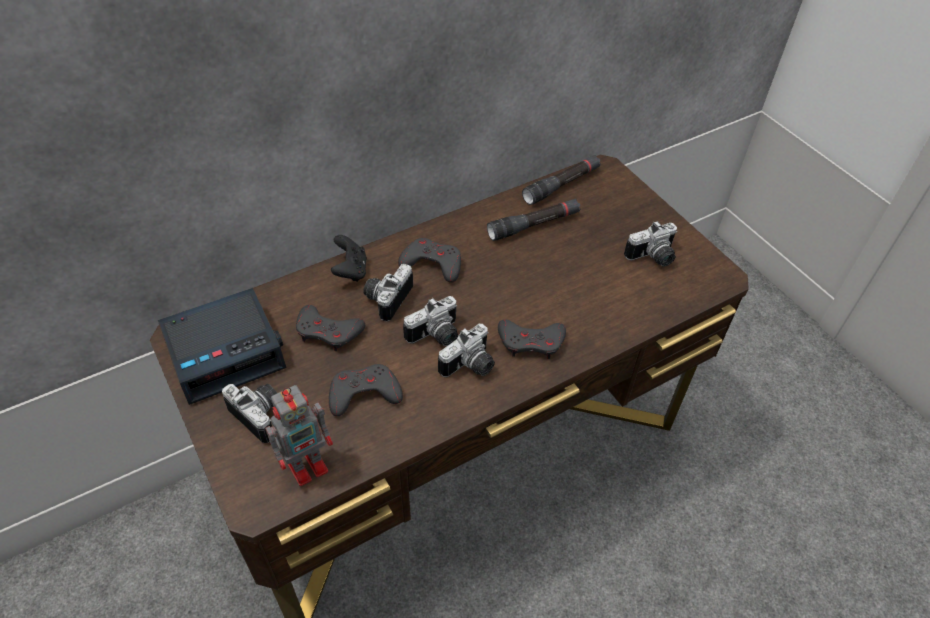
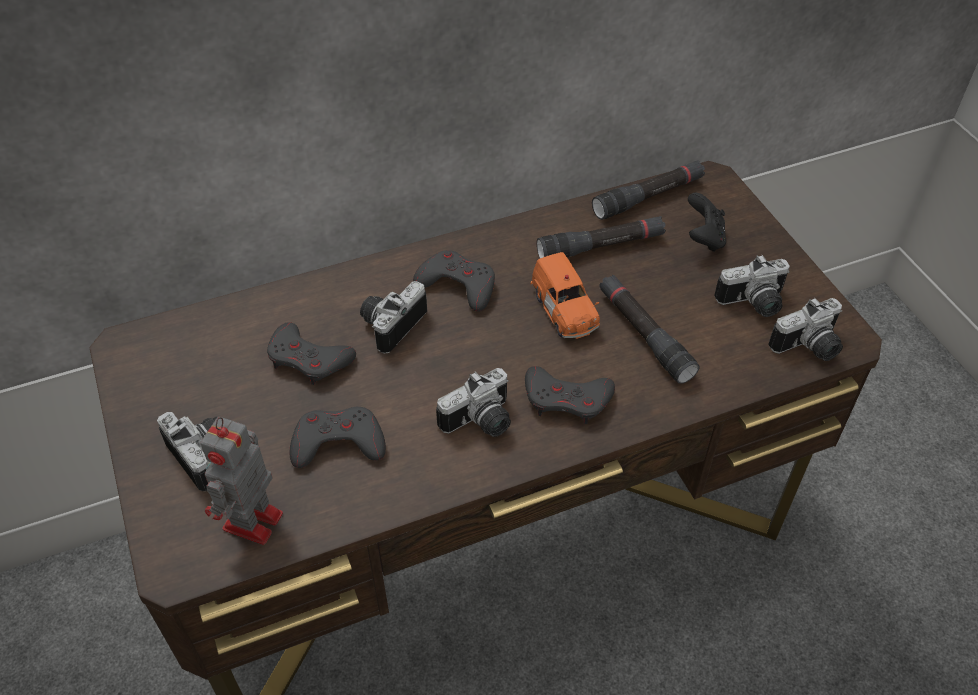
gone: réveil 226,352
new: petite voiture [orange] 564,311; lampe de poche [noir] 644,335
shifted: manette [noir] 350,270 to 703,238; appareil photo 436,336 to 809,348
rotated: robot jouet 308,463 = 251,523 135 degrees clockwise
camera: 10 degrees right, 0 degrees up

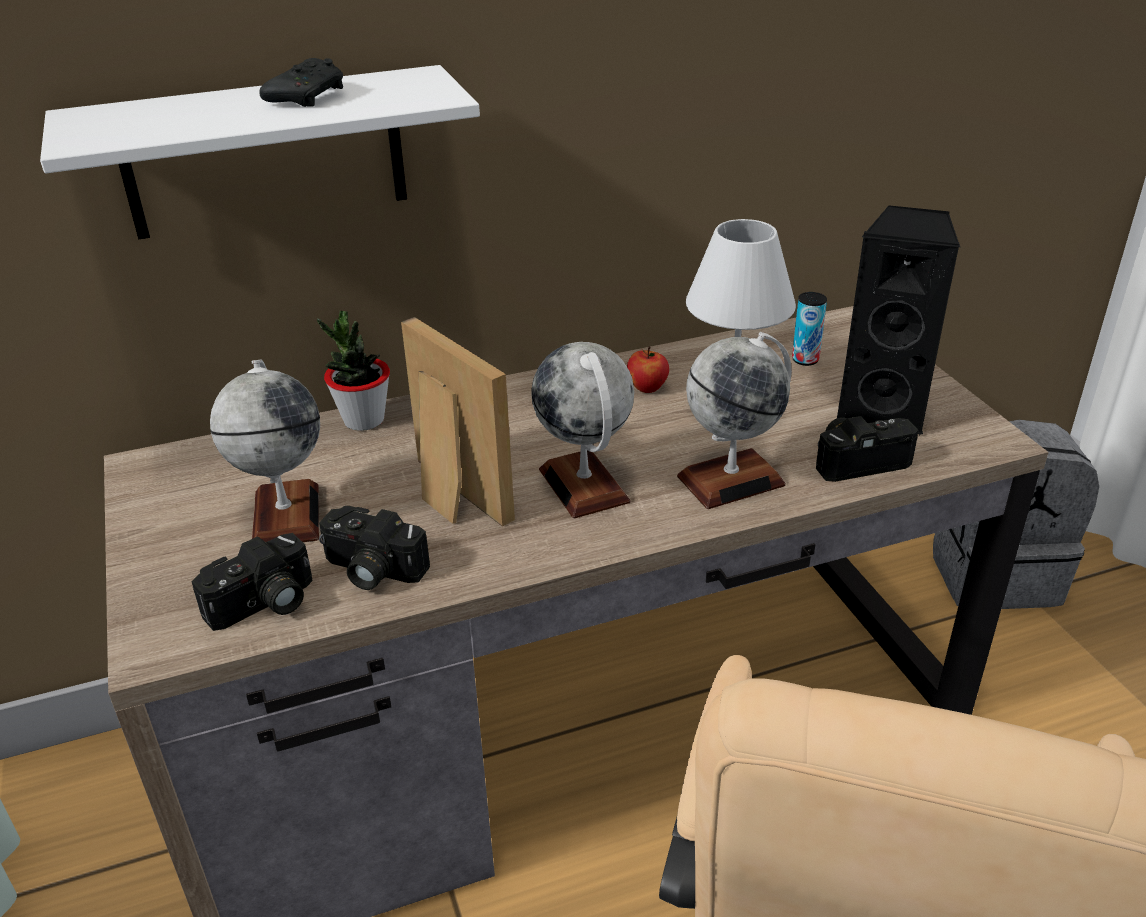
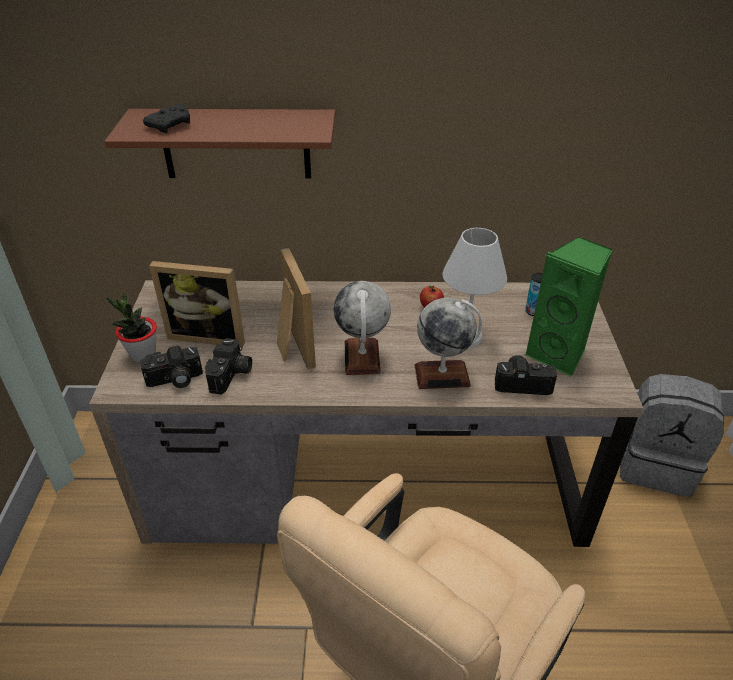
shifted: manette [noir] 308,97 to 171,125; plante en pot 363,420 to 143,354
swapped: globe 286,515 to cadre photo 209,334
repainted: étagère [blanc] 265,153 to étagère [marron] 236,144; enceinte [noir] 883,410 to enceinte [vert] 559,355
rotated: appareil photo 370,570 = 232,375 120 degrees counterclockwise
camera: 20 degrees right, 5 degrees up

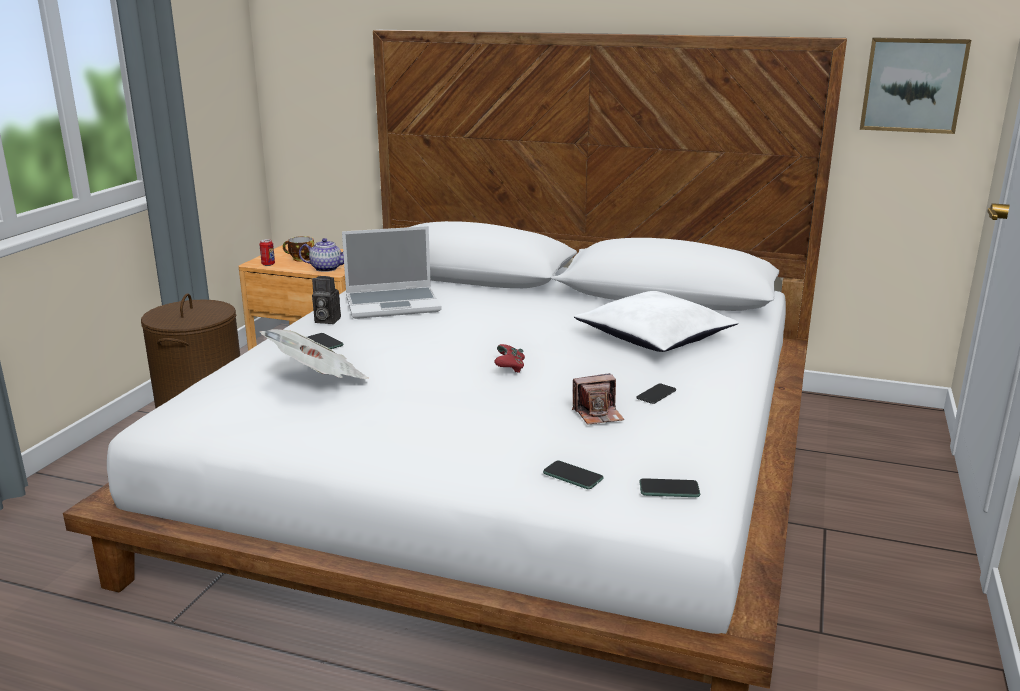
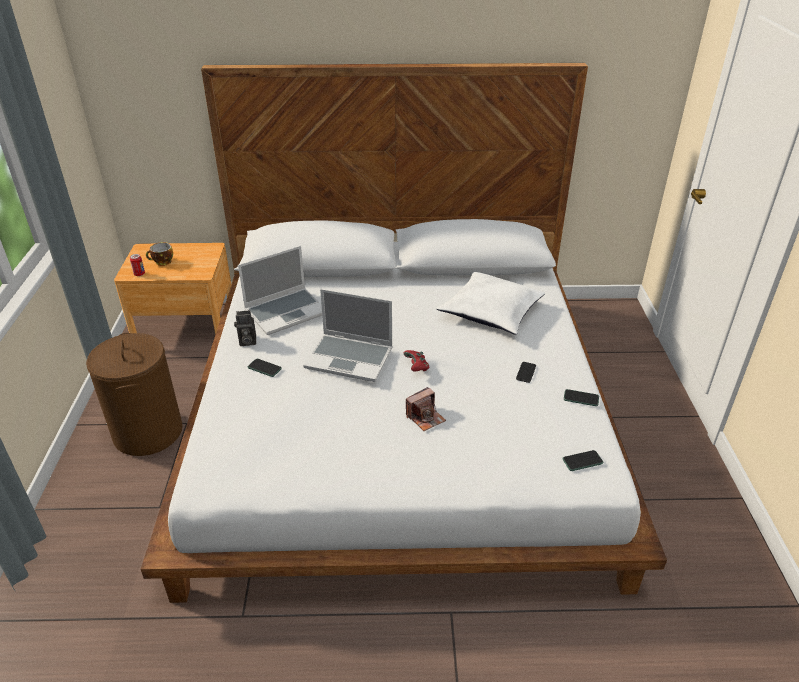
gone: journal 318,379; théière 327,268; tableau 913,85
new: ordinateur portable 350,358
shifted: téléphone 573,476 to 581,398; appareil photo 598,414 to 425,417
camera: 20 degrees left, 15 degrees up

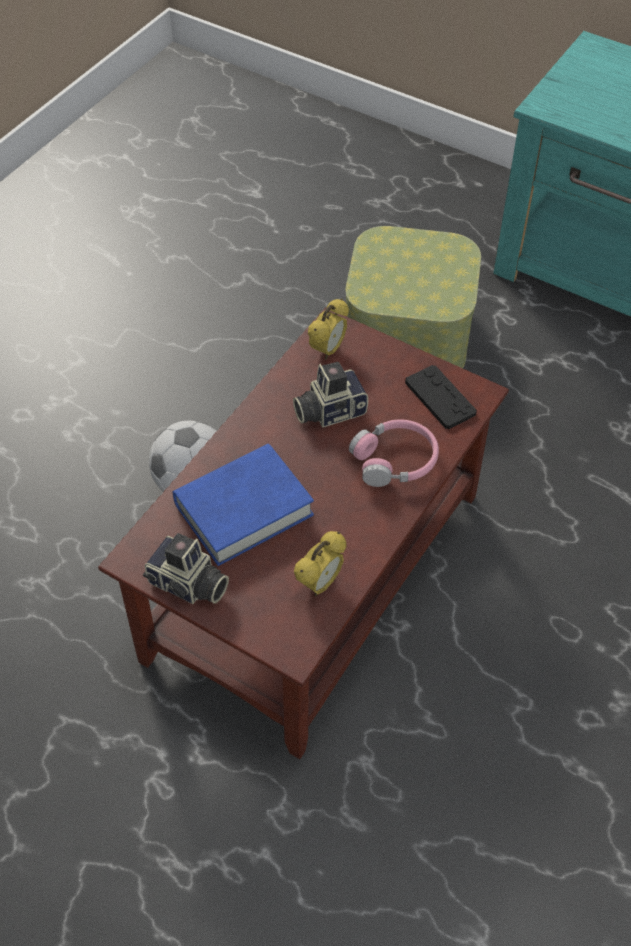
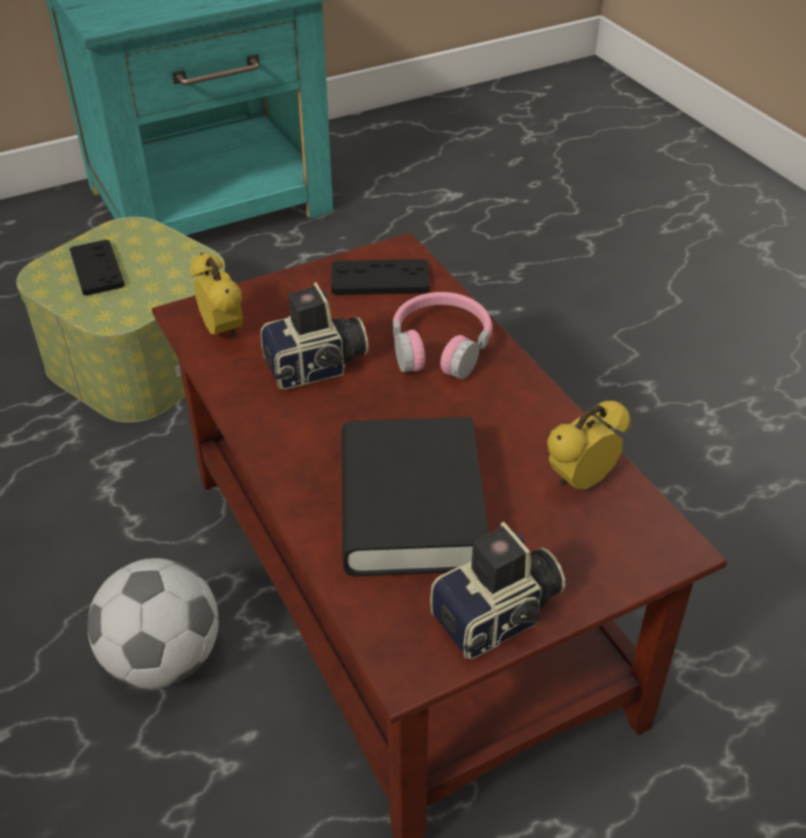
new: manette [noir] 97,269
repainted: livre [bleu] 243,509 to livre [noir] 411,507
rotated: appareil photo 329,410 = 317,368 120 degrees counterclockwise; réveil 320,583 = 580,481 105 degrees counterclockwise
camera: 60 degrees left, 10 degrees down

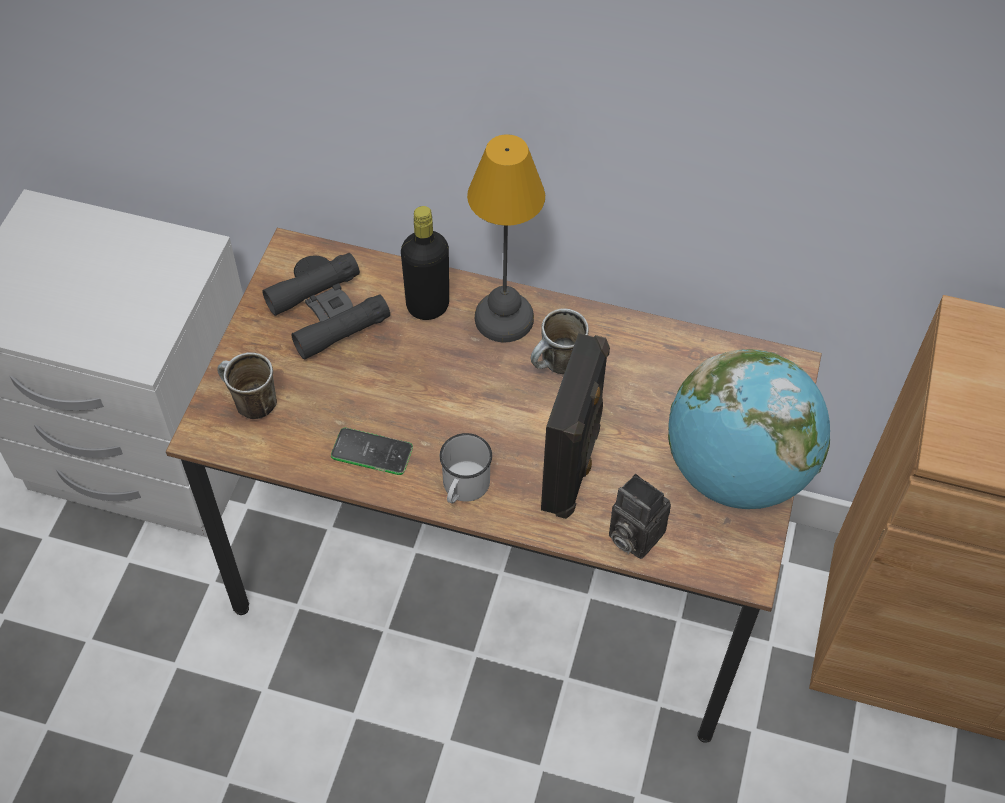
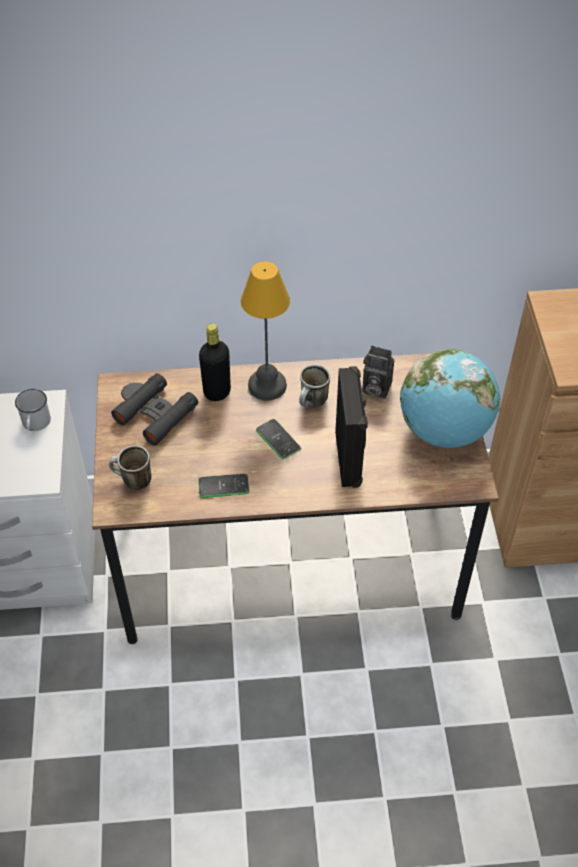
new: téléphone 278,439
shifted: mug [blanc] 463,488 to 35,424; appareil photo 632,535 to 374,388
camera: 20 degrees left, 5 degrees down

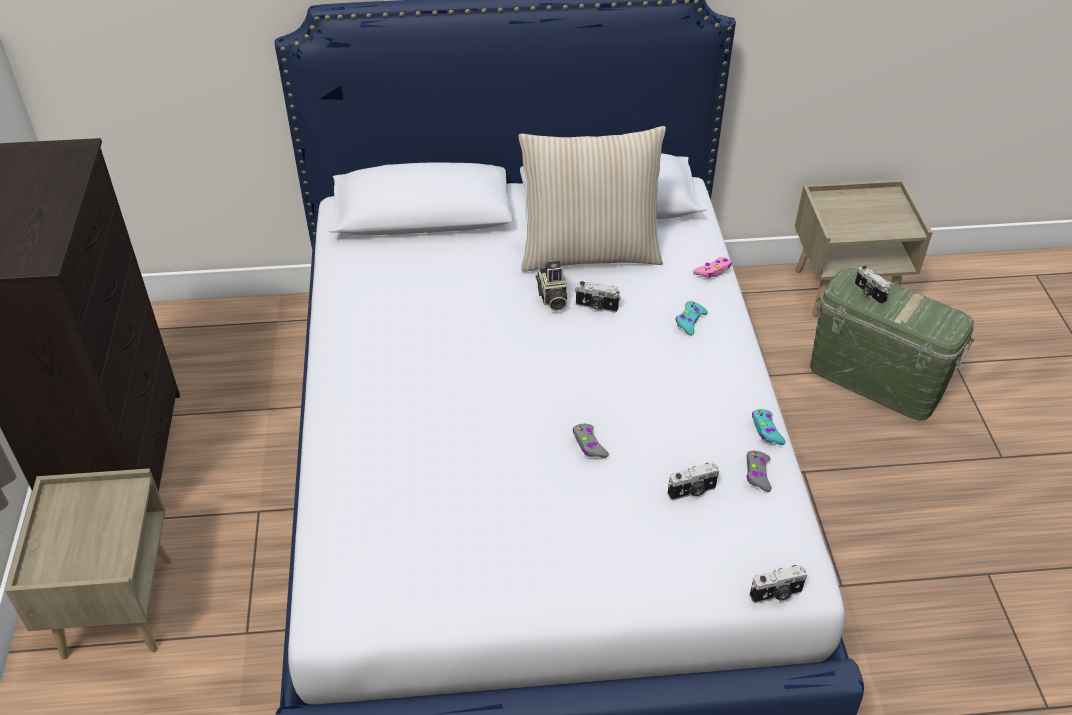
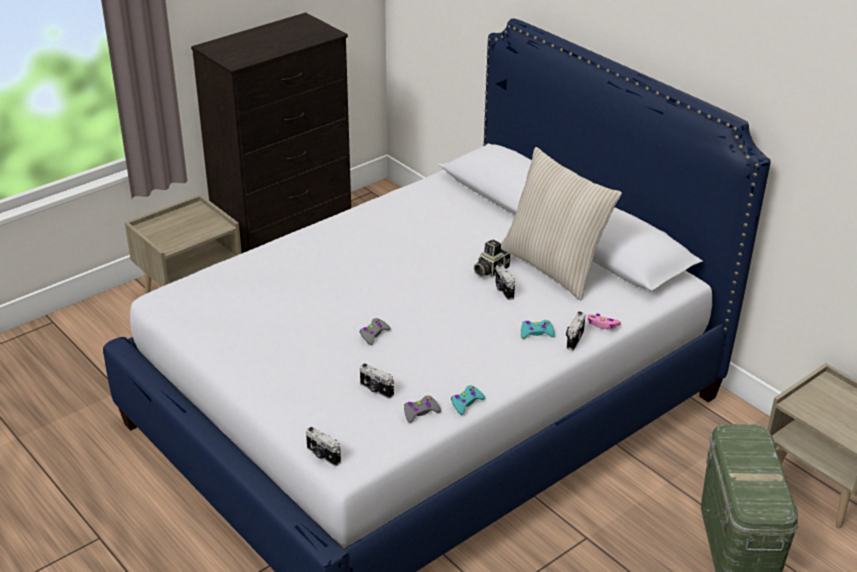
shifted: appareil photo 868,293 to 574,339
camera: 55 degrees right, 10 degrees down

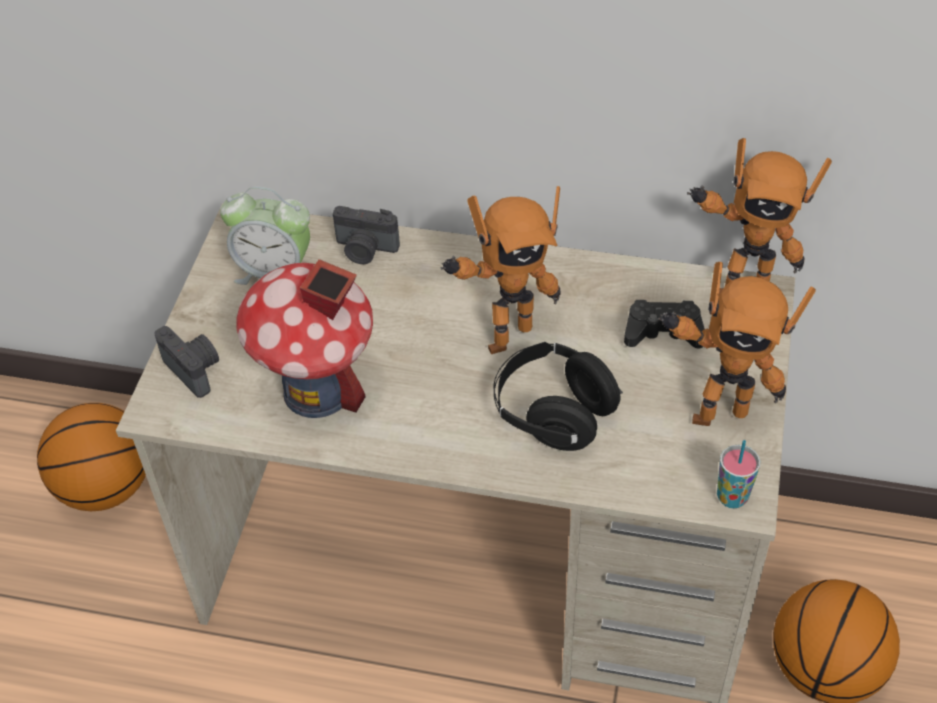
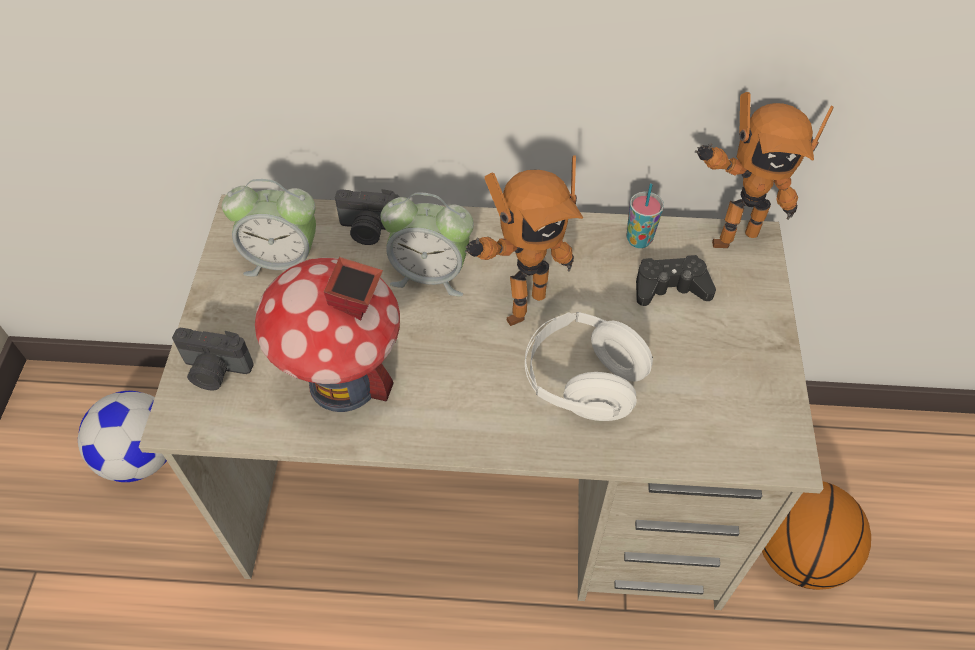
gone: robot jouet 716,411
new: réveil 430,274
shifted: tasse 732,497 to 639,240
swapped: ballon de basket 105,487 to ballon de foot 142,456
repainted: casque audio [noir] 553,413 to casque audio [blanc] 582,382
rotated: appareil photo 195,369 = 215,371 150 degrees clockwise
camera: 10 degrees left, 5 degrees up

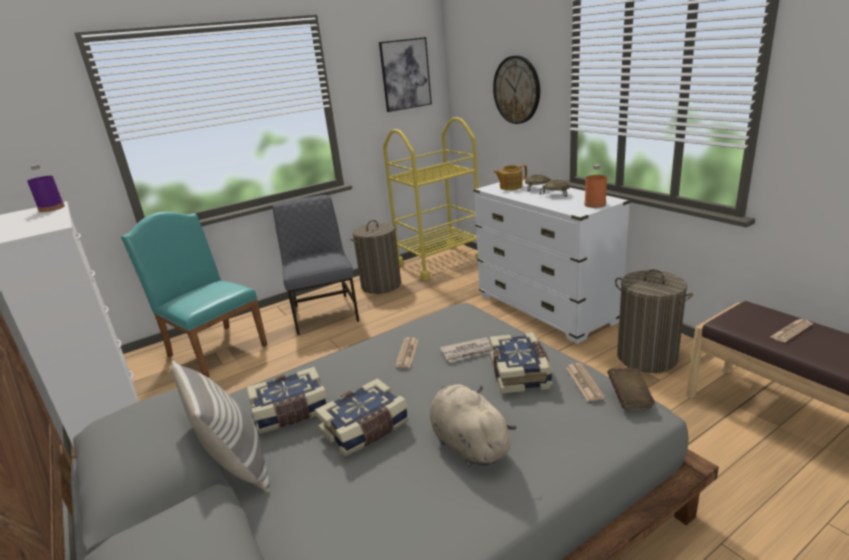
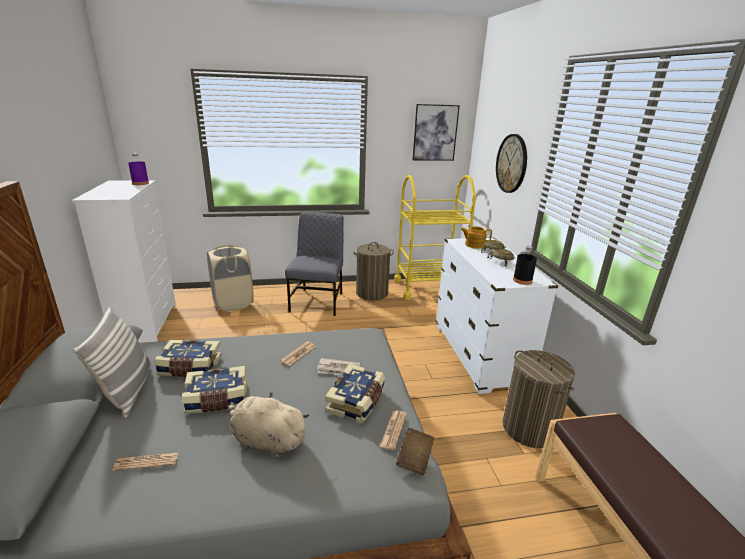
shifted: journal 791,331 to 146,462
swapped: chaise [turquoise] 214,348 to panier à linge [beige] 233,303
repainted: bouteille [orange] 595,204 to bouteille [noir] 522,280
rotated: peluche [beige] 468,443 = 266,441 60 degrees counterclockwise
camera: 20 degrees right, 0 degrees up

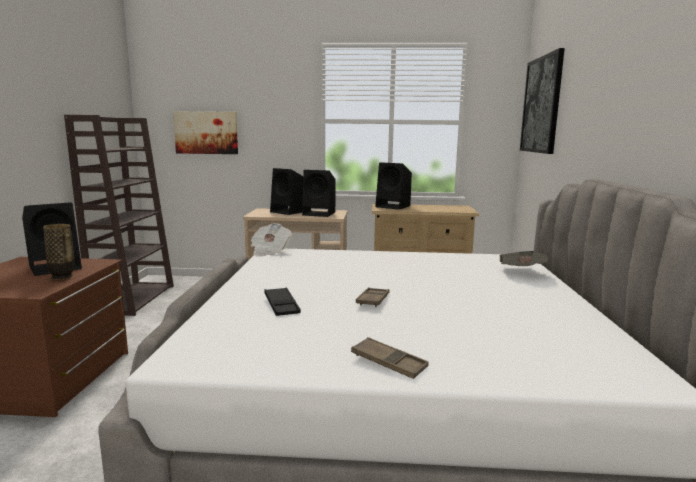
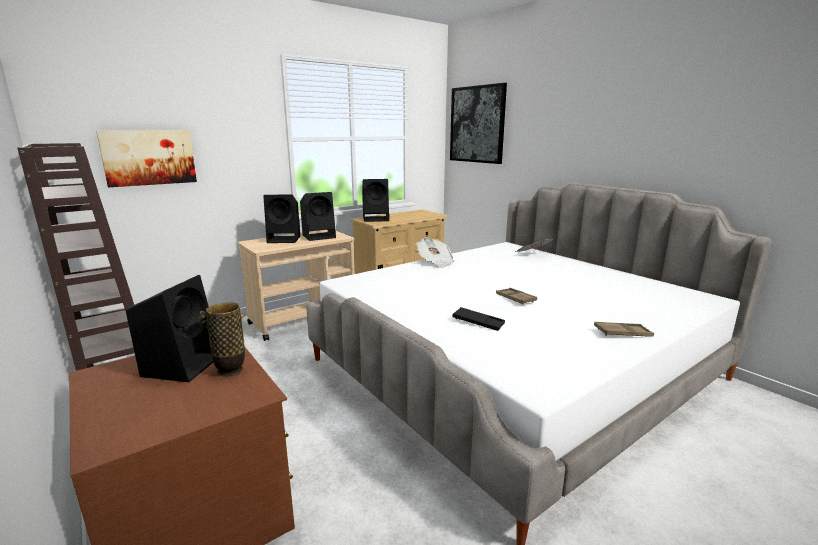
shifted: journal 269,251 to 435,262
camera: 40 degrees left, 5 degrees up

